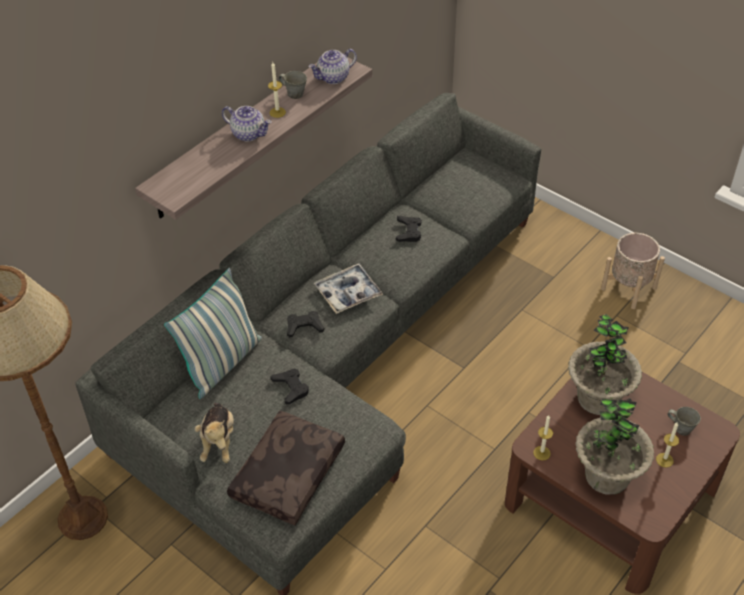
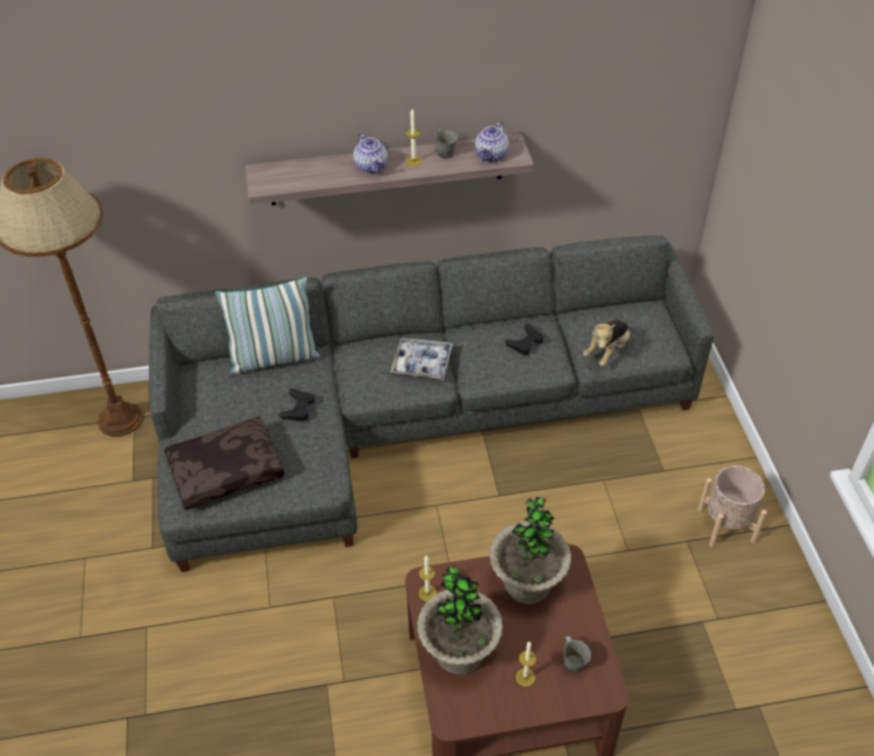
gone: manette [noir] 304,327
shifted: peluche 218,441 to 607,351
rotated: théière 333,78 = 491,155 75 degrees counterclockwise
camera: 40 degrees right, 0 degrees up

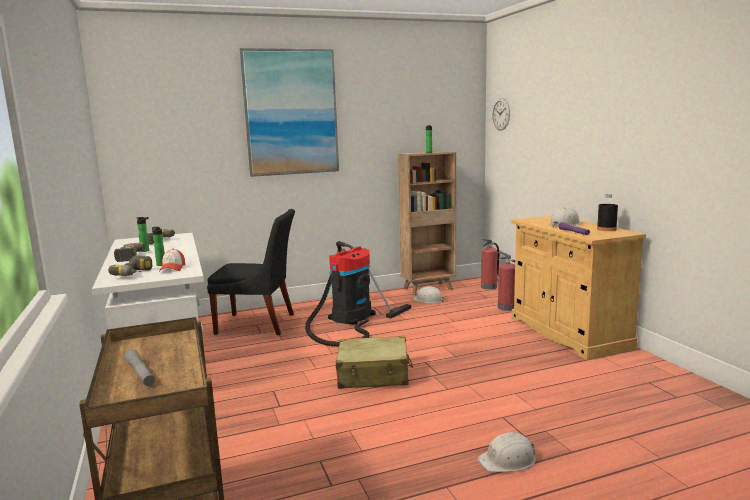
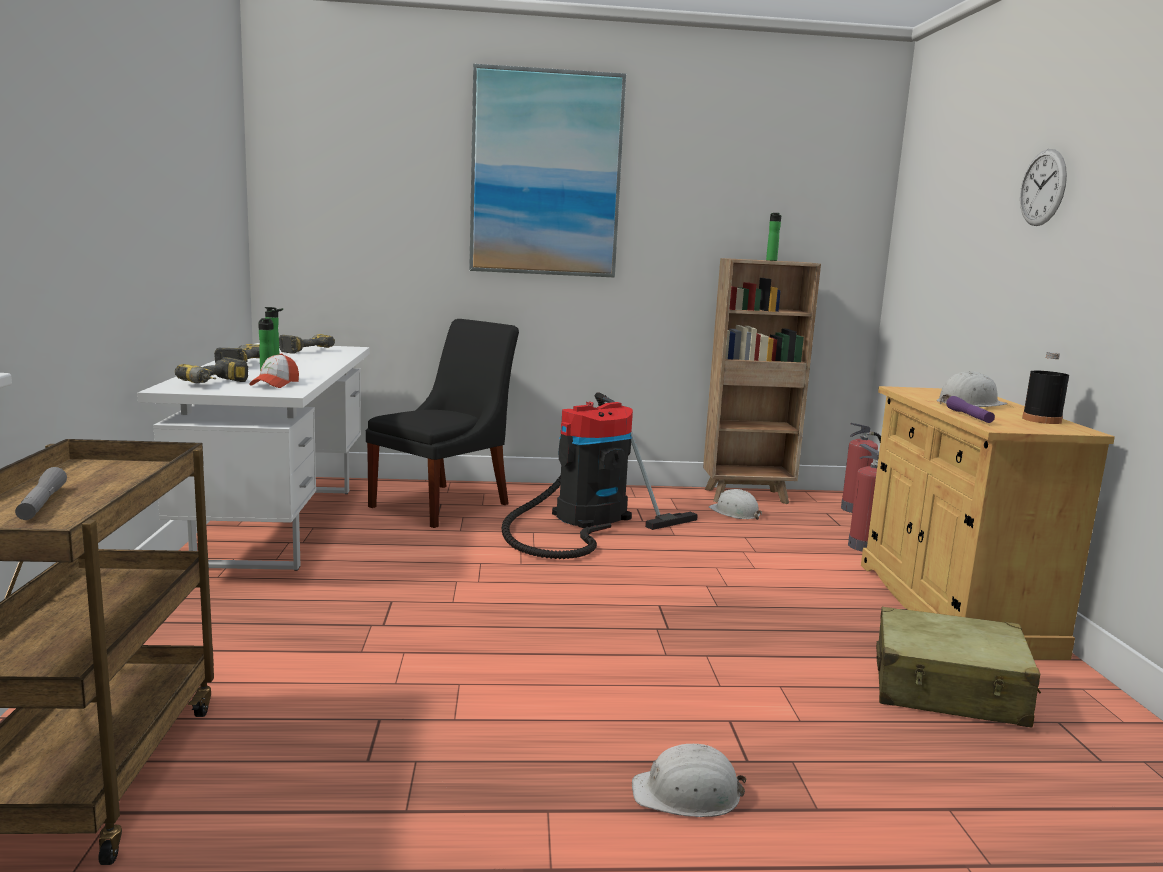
shifted: valise [beige] 374,375 to 948,689; horloge murale 501,114 to 1042,187
rotated: chaise [noir] 259,324 = 444,504 75 degrees counterclockwise
camera: 15 degrees right, 0 degrees up

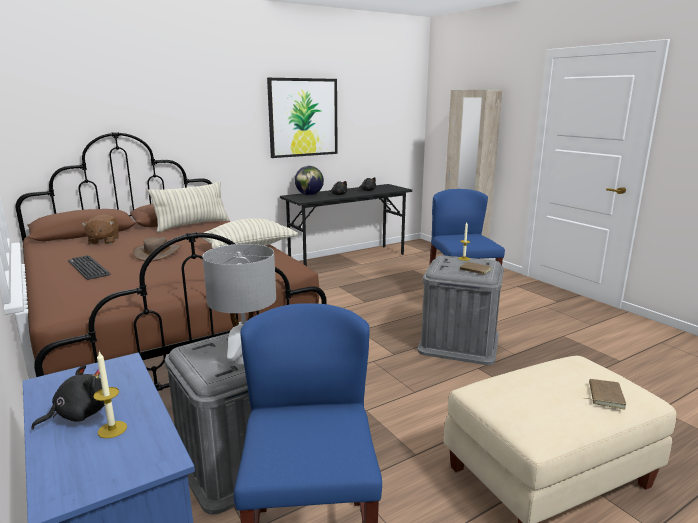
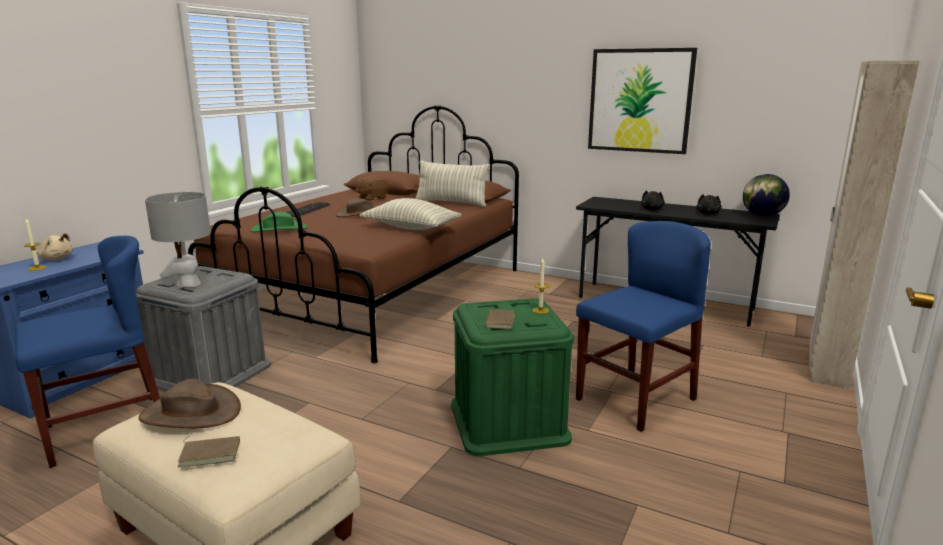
new: chapeau [marron] 190,413; chapeau [vert] 279,229
shifted: globe 309,194 to 762,216
repainted: peluche [noir] 78,414 to peluche [beige] 56,259; boîte de rangement [gris] 459,342 to boîte de rangement [vert] 508,421
camera: 60 degrees right, 0 degrees up

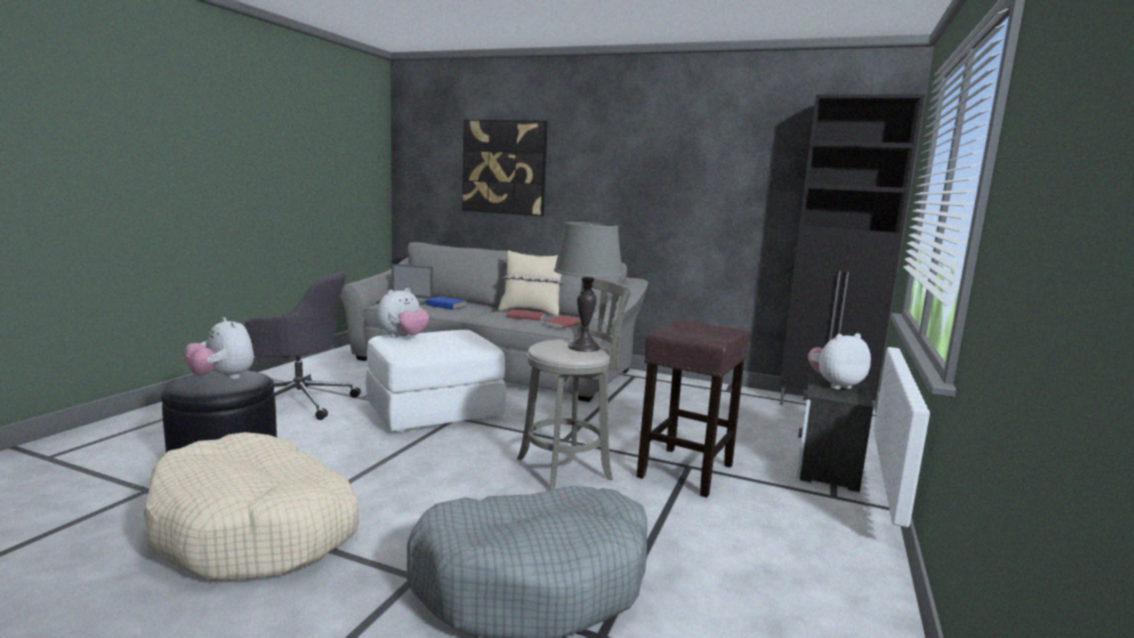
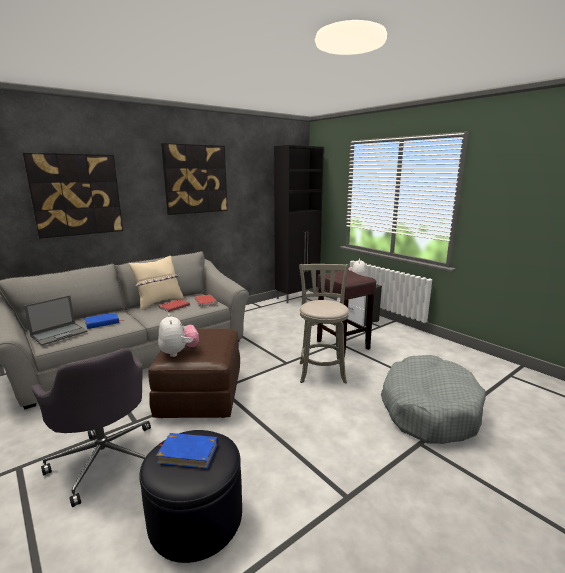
gone: panier pour chien [beige] 256,529; lampe de table [gris] 584,347
new: tableau 195,179
swapped: peluche 223,378 to livre [bleu] 188,453
repainted: pouf [blanc] 435,411 to pouf [marron] 200,394
rotated: chaise de bureau [gris] 299,402 = 105,459 105 degrees clockwise
camera: 60 degrees left, 5 degrees up

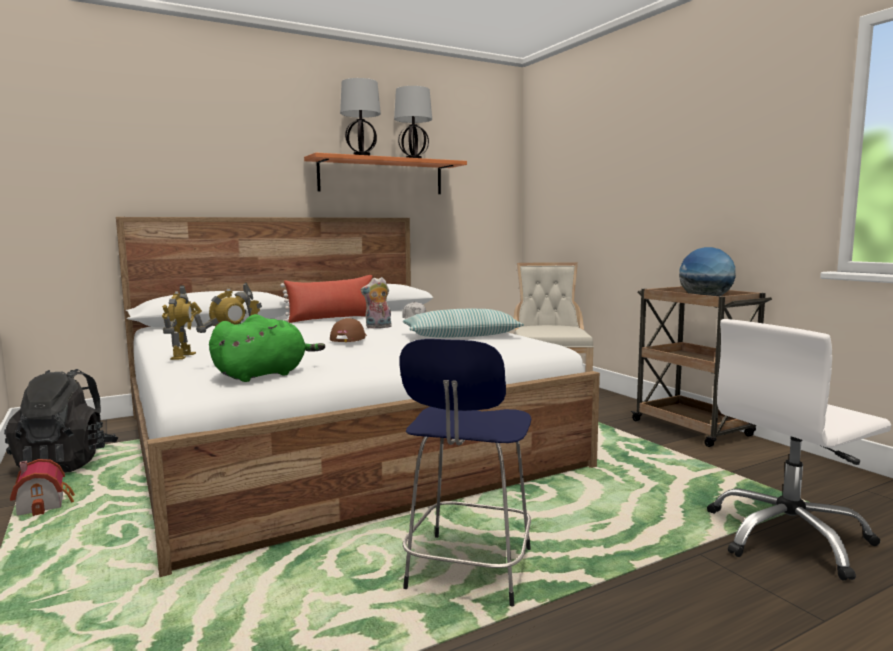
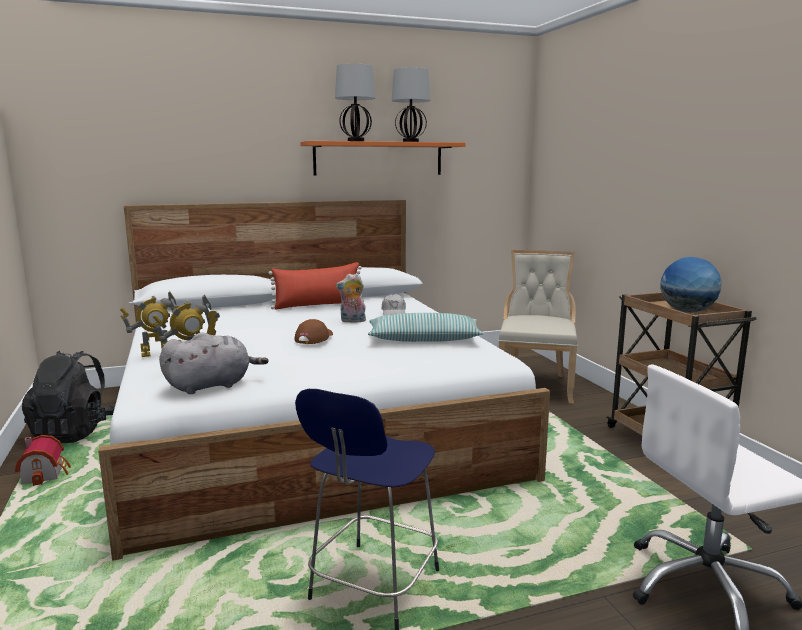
repainted: peluche [vert] 264,375 to peluche [gris] 212,385
rotated: robot jouet 182,356 = 156,354 60 degrees clockwise
camera: 10 degrees right, 5 degrees up

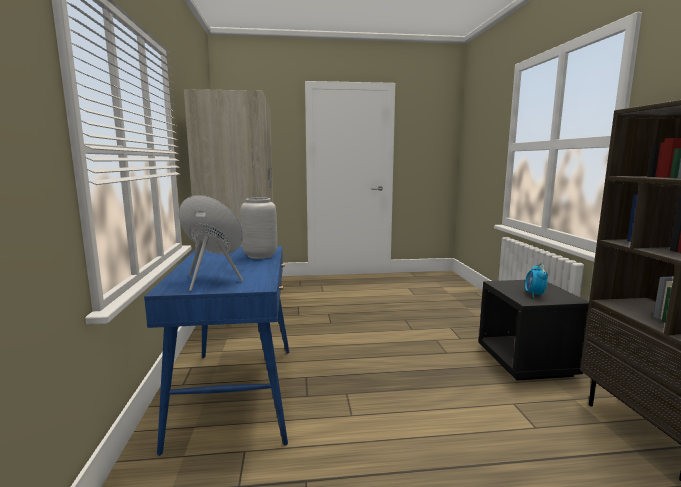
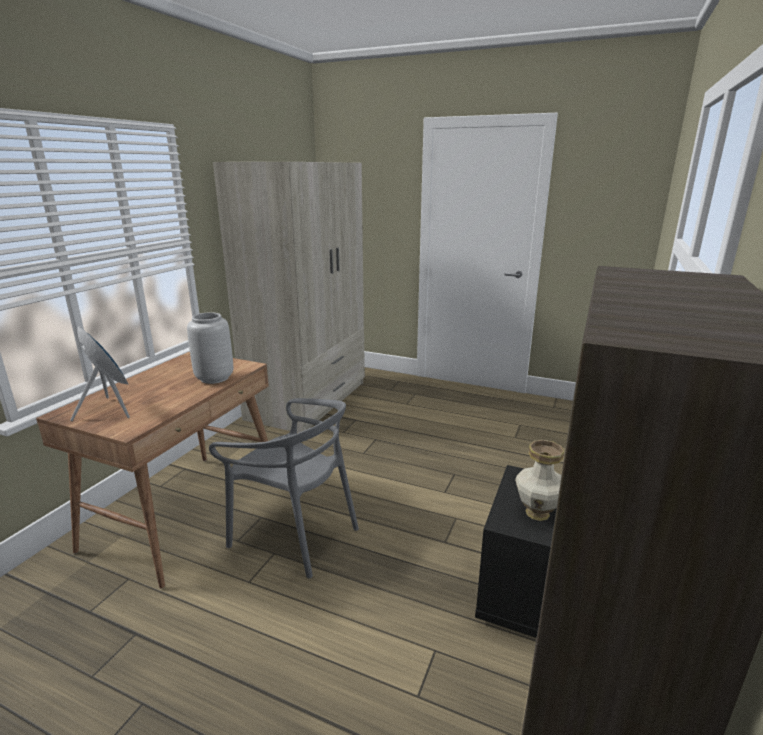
new: chaise [gris] 295,534
swapped: réveil 534,294 to vase 538,513
repainted: bureau [bleu] 236,393 to bureau [marron] 187,512
camera: 30 degrees right, 10 degrees up

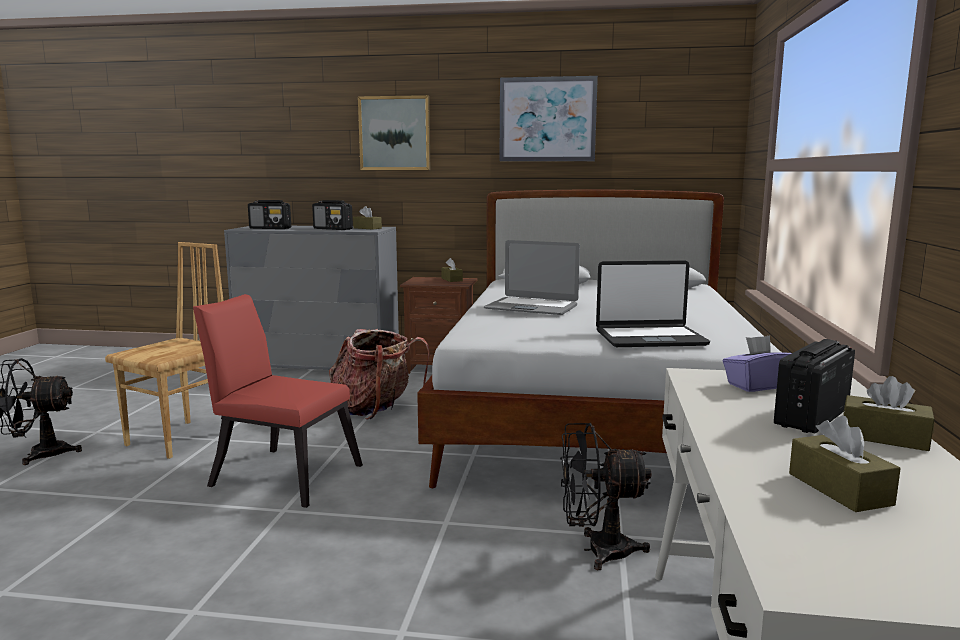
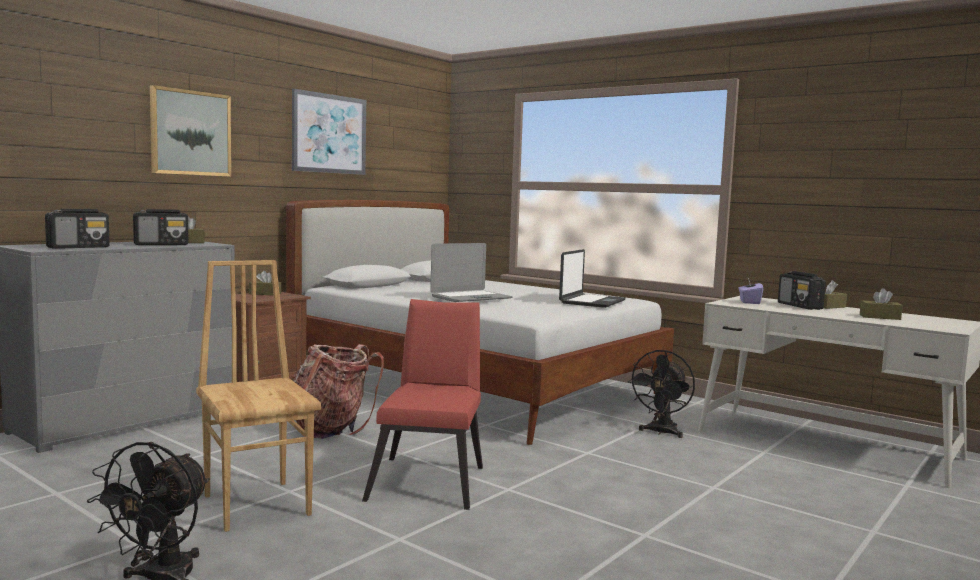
rotated: chaise [rouge] 281,474 = 430,479 135 degrees clockwise
camera: 60 degrees left, 5 degrees down

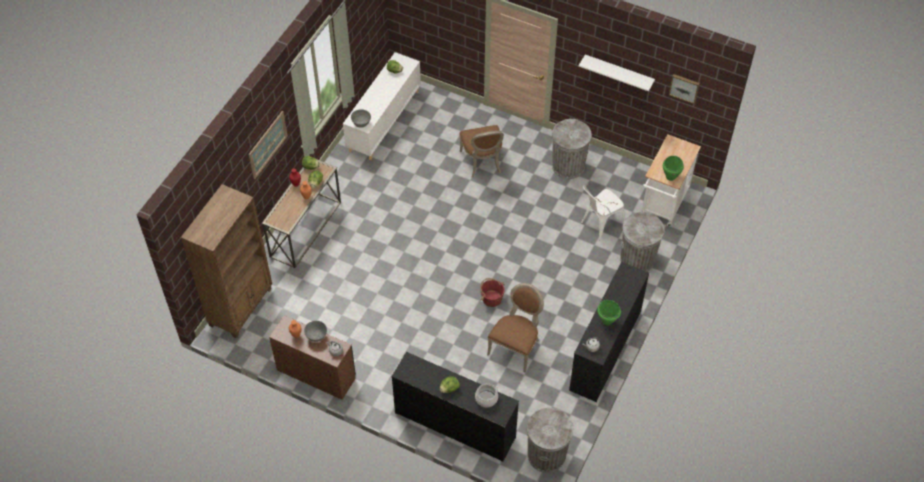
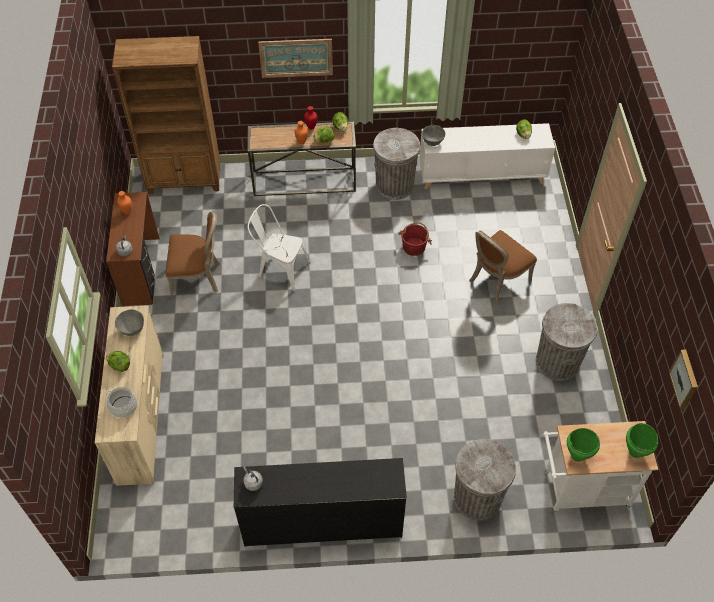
gone: étagère [blanc] 618,72
shifted: bol [gris] 316,336 to 132,330; seau [rouge] 491,298 to 414,247; chaise [marron] 516,346 to 198,277; poubelle [gris] 546,455 to 394,185; chaise [blanc] 599,224 to 280,269; marmite [vert] 607,321 to 635,452
repainted: commode [noir] 455,424 to commode [beige] 142,417
camera: 60 degrees right, 0 degrees up

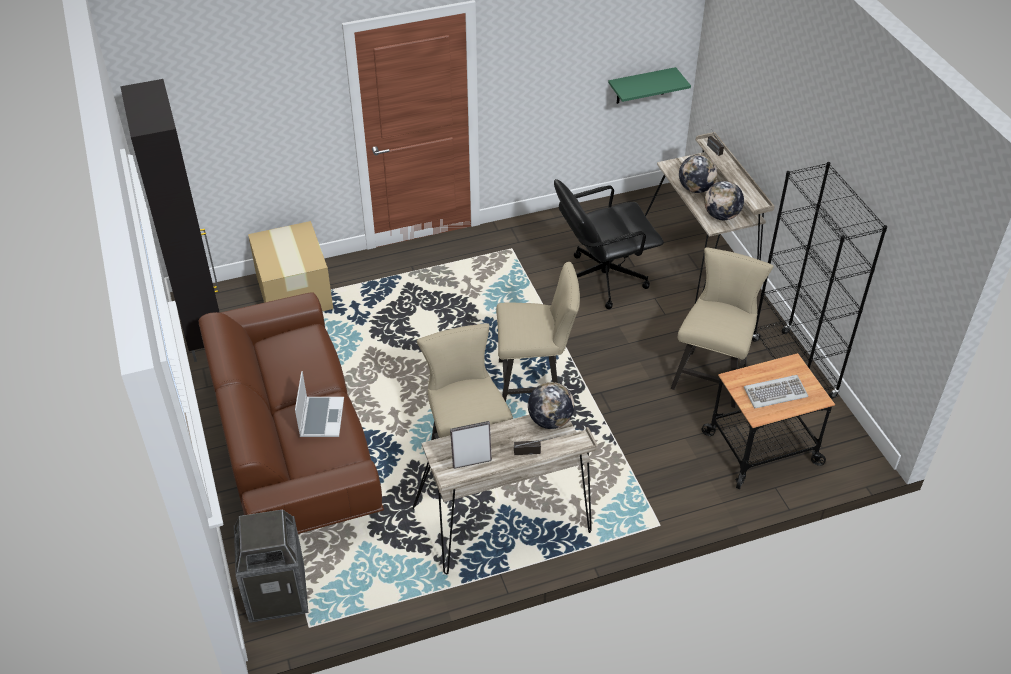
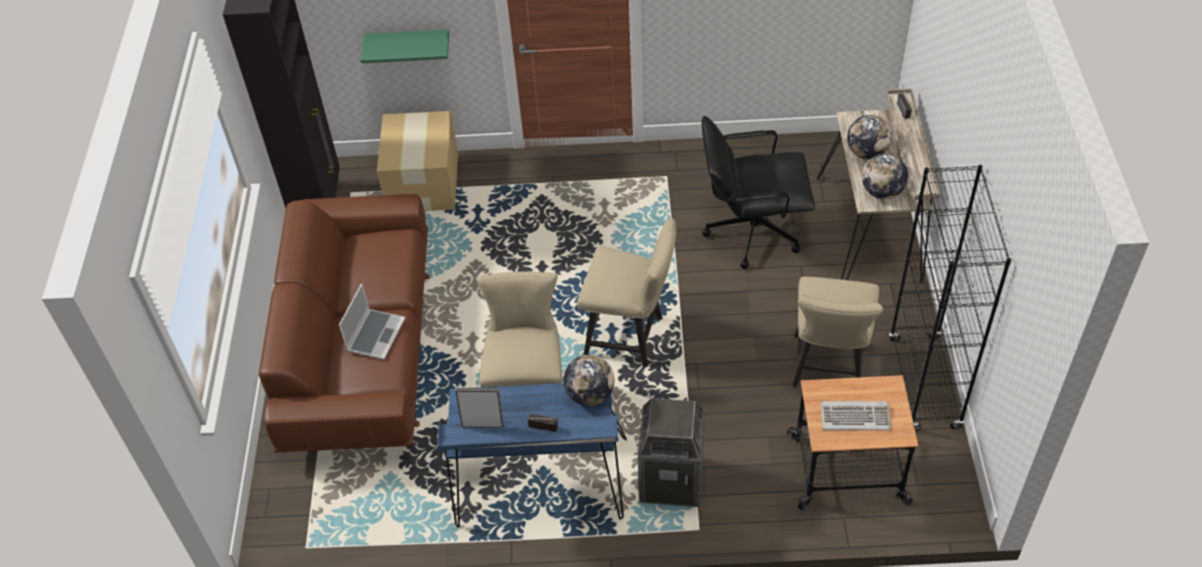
shifted: poubelle 278,594 to 672,480; étagère [vert] 641,86 to 408,44
repainted: bureau [beige] 505,522 to bureau [bleu] 539,485
rotated: chaise [beige] 712,374 = 828,370 150 degrees clockwise
camera: 20 degrees right, 5 degrees up

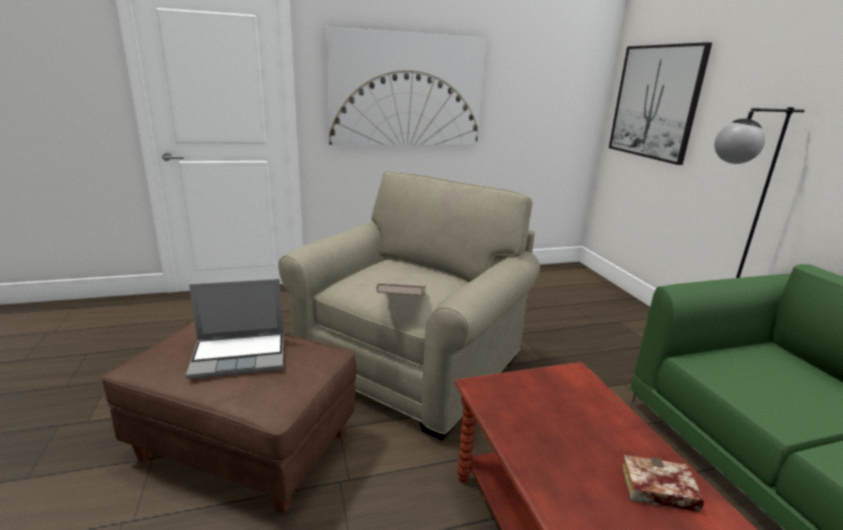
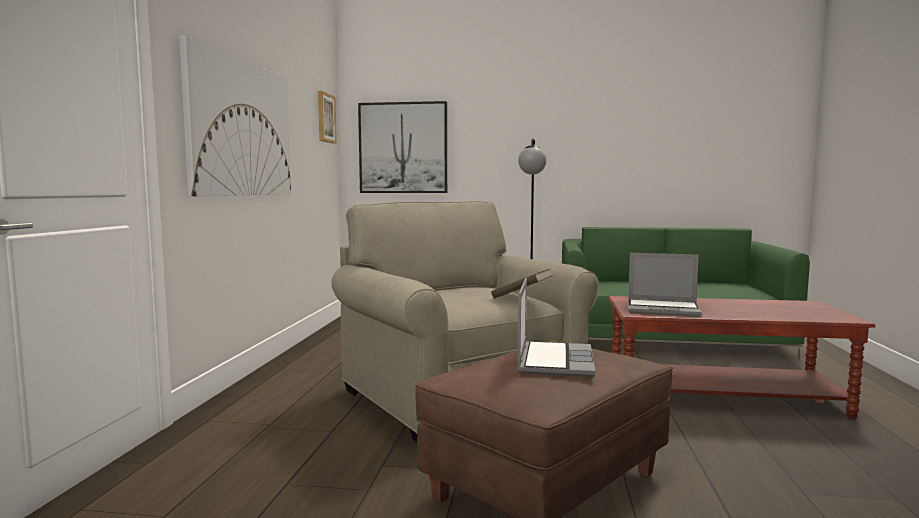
gone: livre 656,490
new: tableau 325,118; ordinateur portable 663,309
camera: 65 degrees left, 15 degrees down

